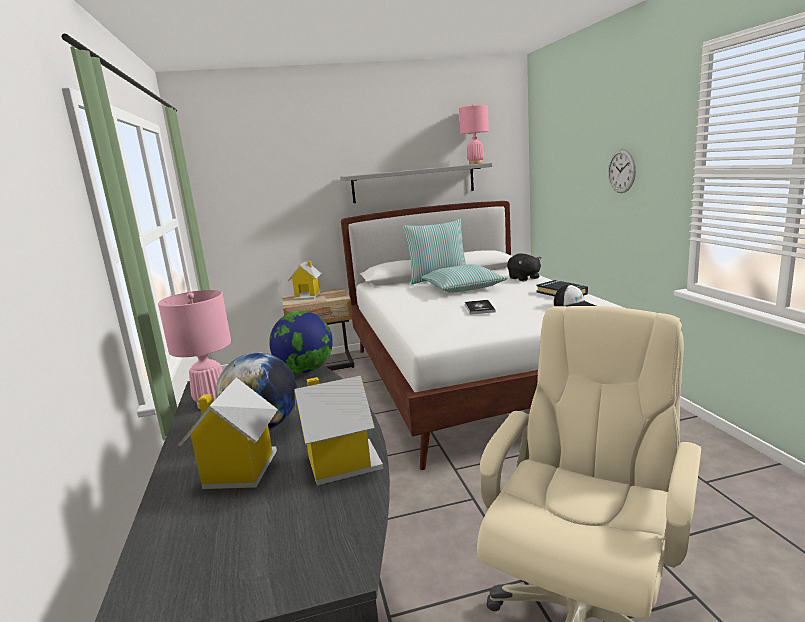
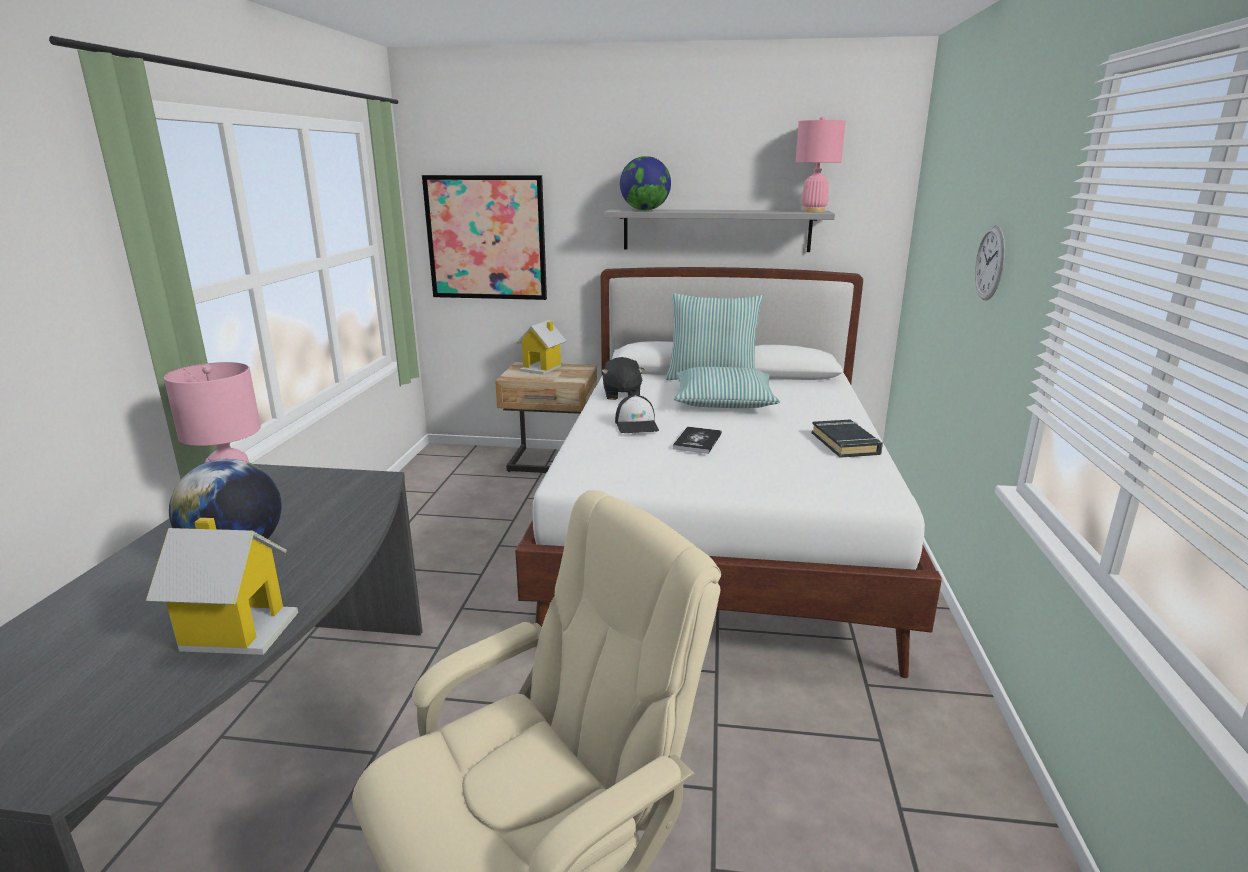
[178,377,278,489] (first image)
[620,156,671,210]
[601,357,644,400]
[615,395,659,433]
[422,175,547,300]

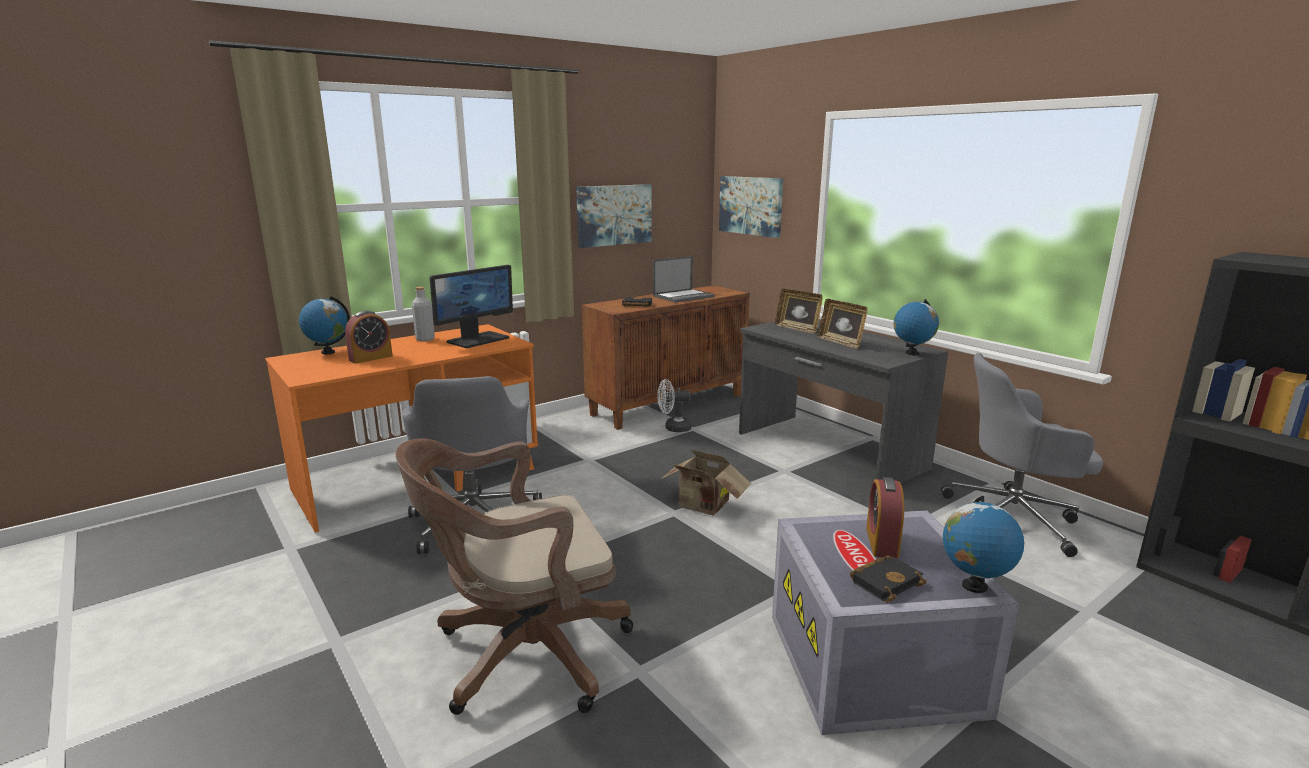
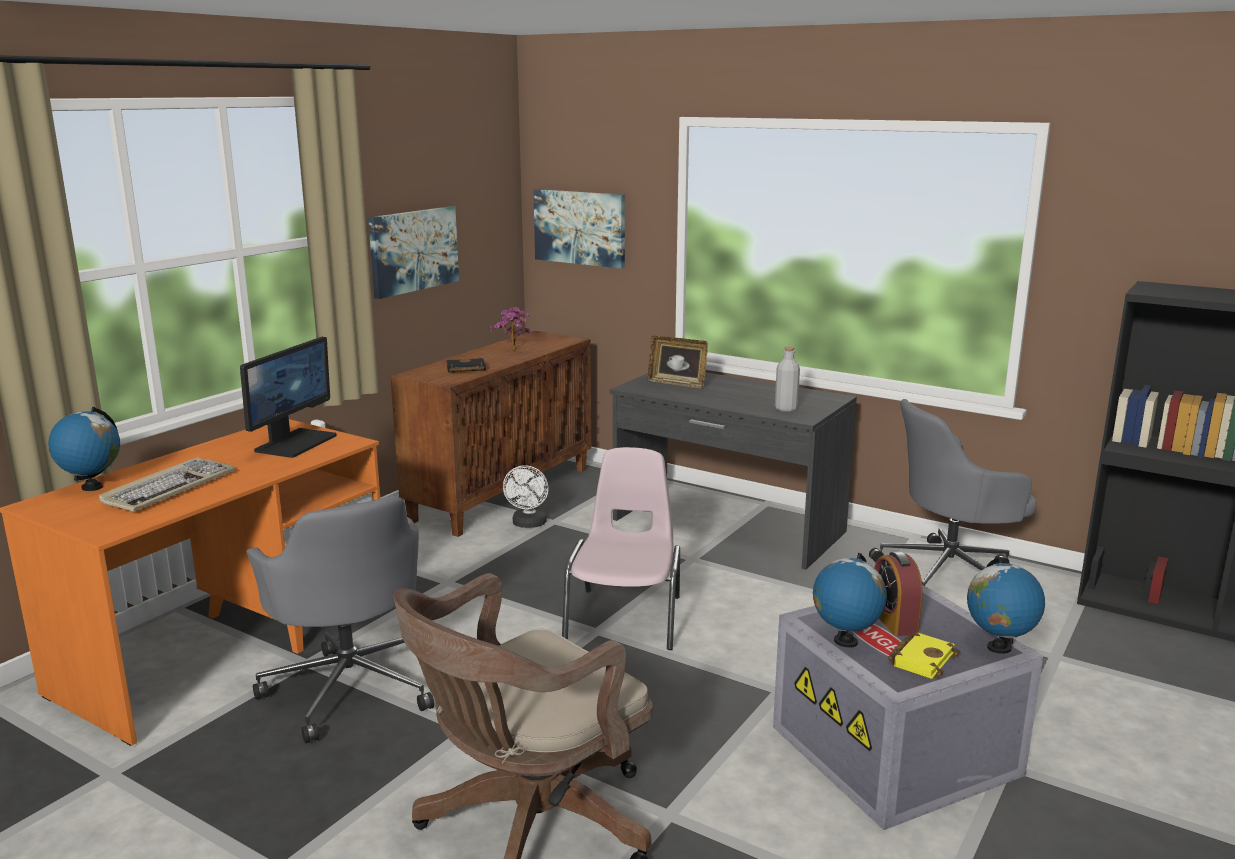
[99,457,236,512]
[775,347,800,412]
[489,307,531,351]
[503,465,549,528]
[562,447,680,650]
[818,299,867,349] (first image)
[888,632,960,679]
[813,553,887,648]

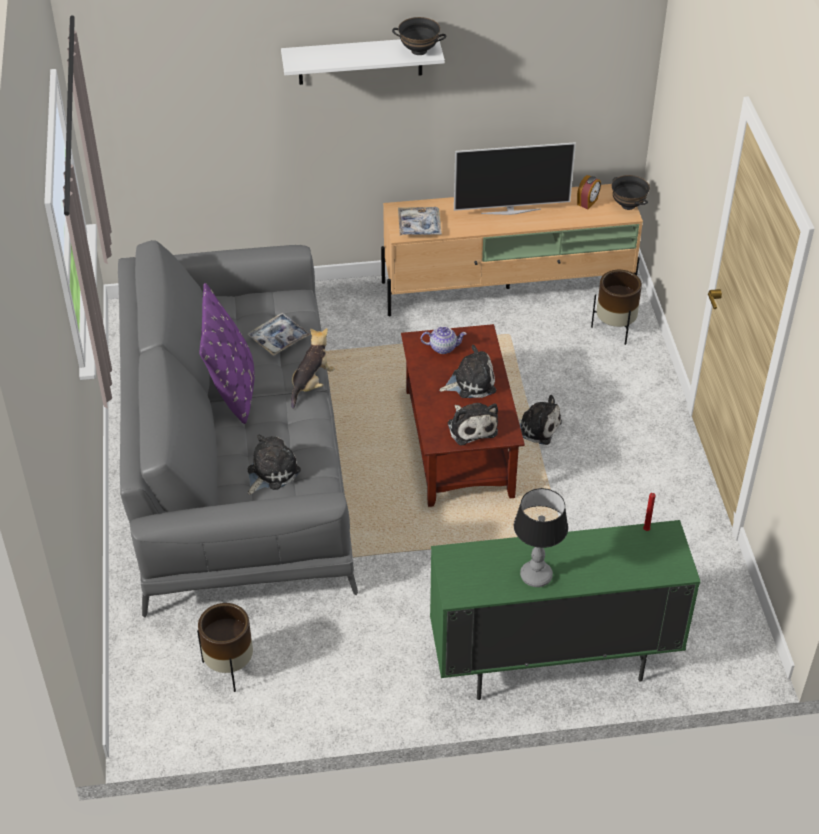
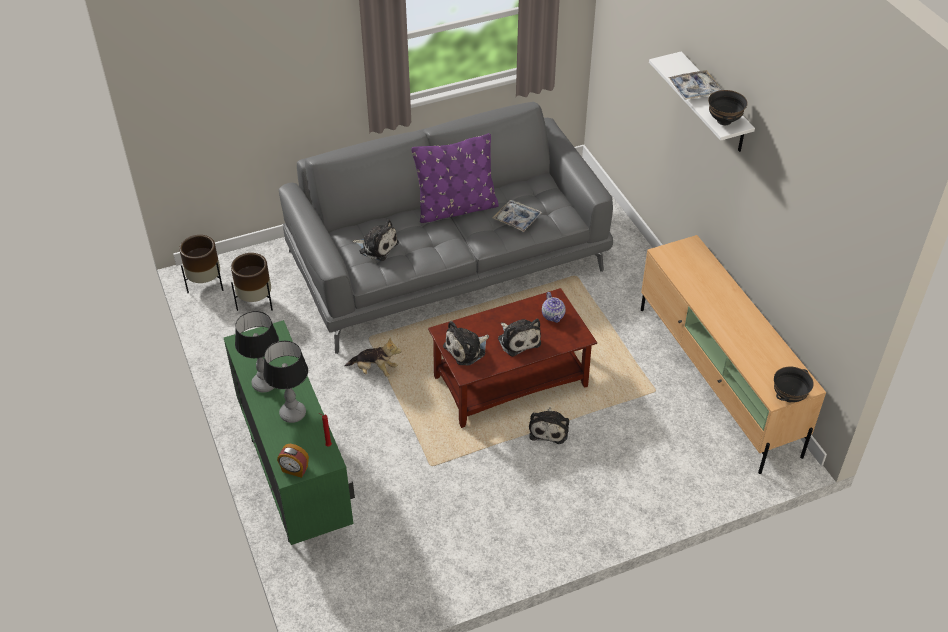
[345,337,401,377]
[668,70,722,100]
[454,142,576,215] (first image)
[277,444,309,478]
[179,235,223,293]
[263,341,308,423]

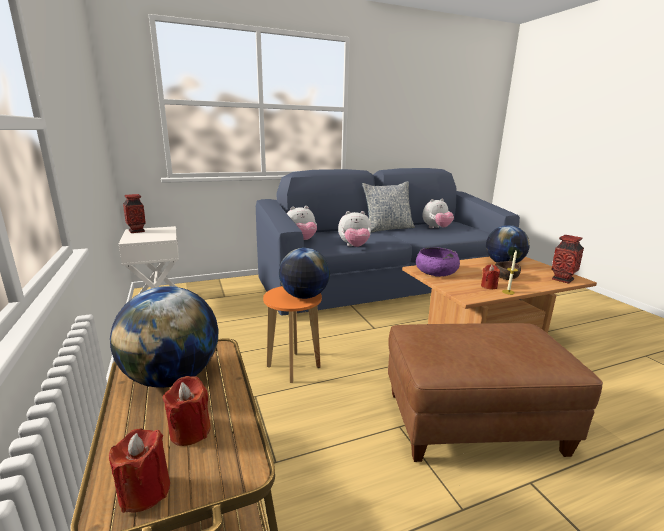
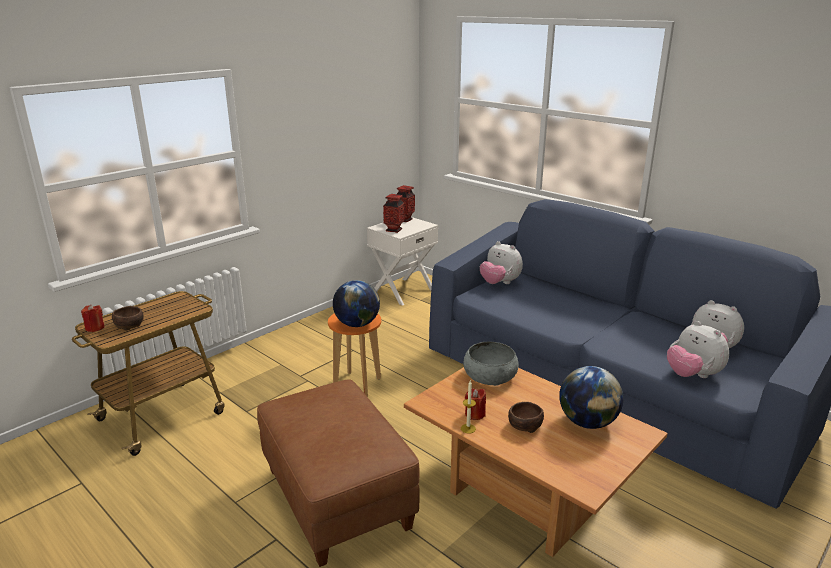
[110,286,218,388] (first image)
[112,306,144,330]
[667,321,729,378]
[362,181,415,233] (first image)
[463,342,519,386]
[383,194,404,233]

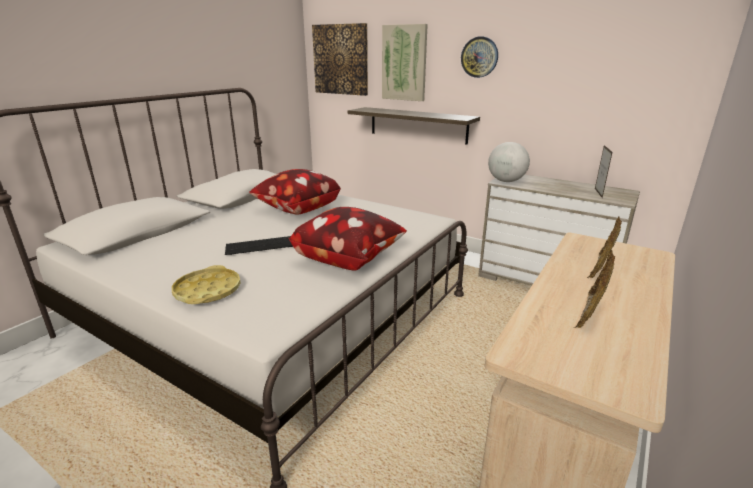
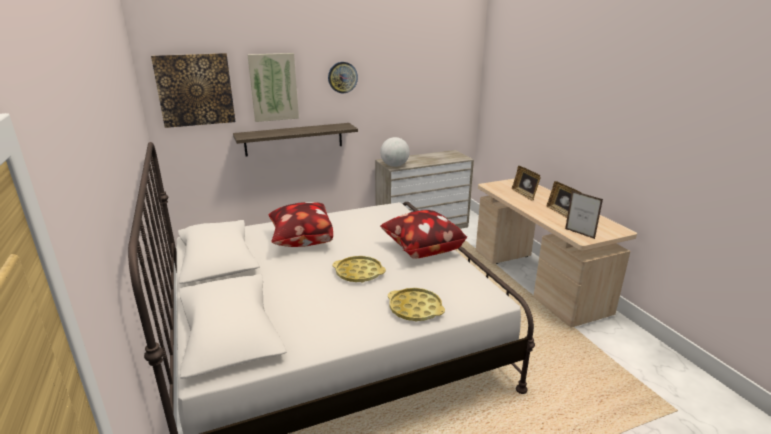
[332,256,386,283]
[565,191,603,239]

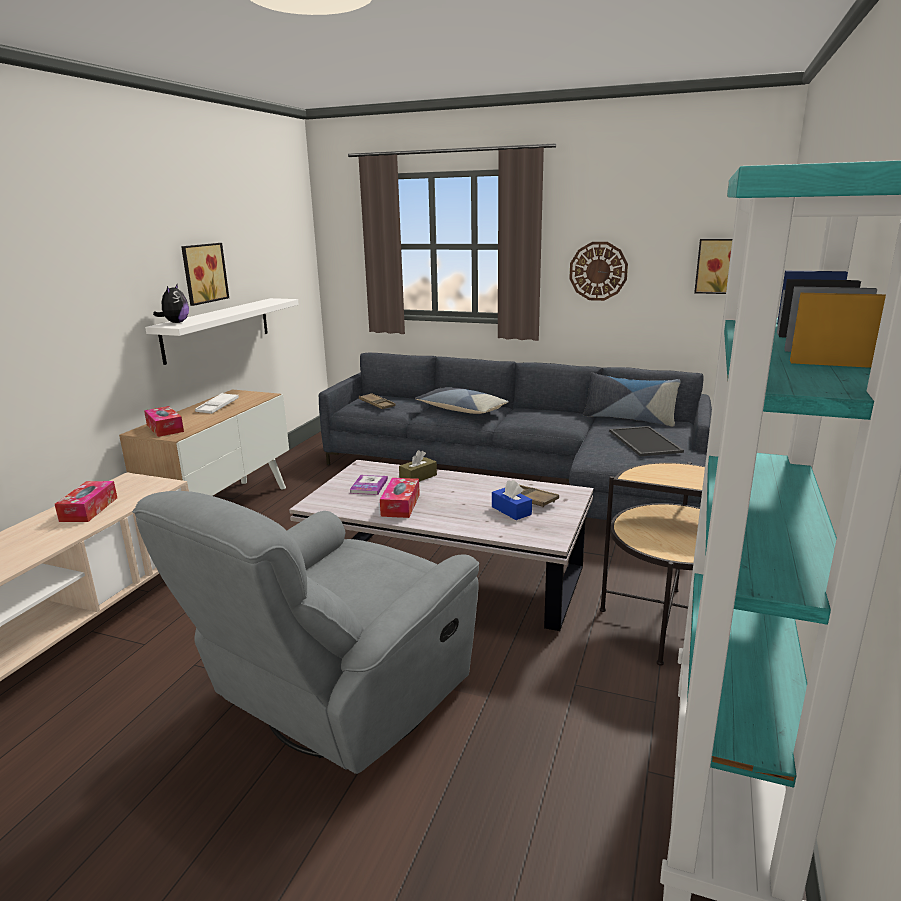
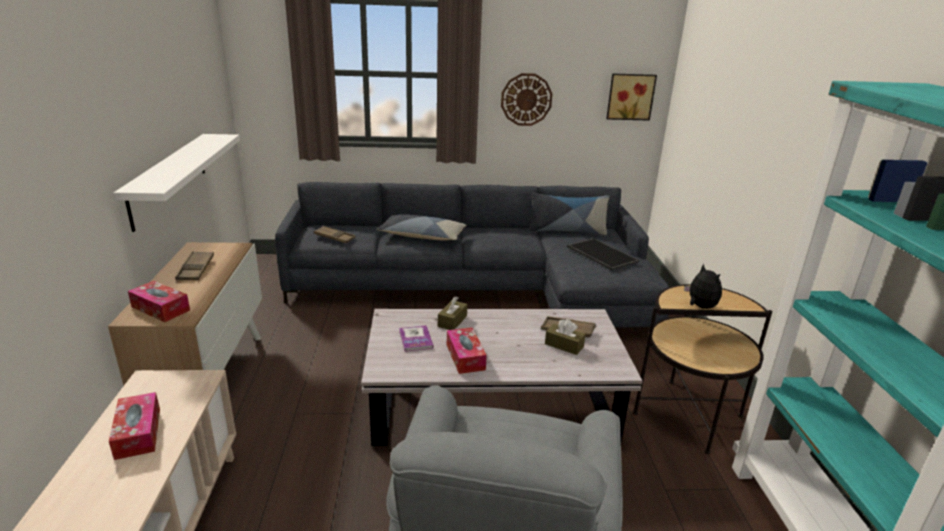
[684,263,722,309]
[181,243,229,306] (first image)
[175,251,214,280]
[545,319,586,355]

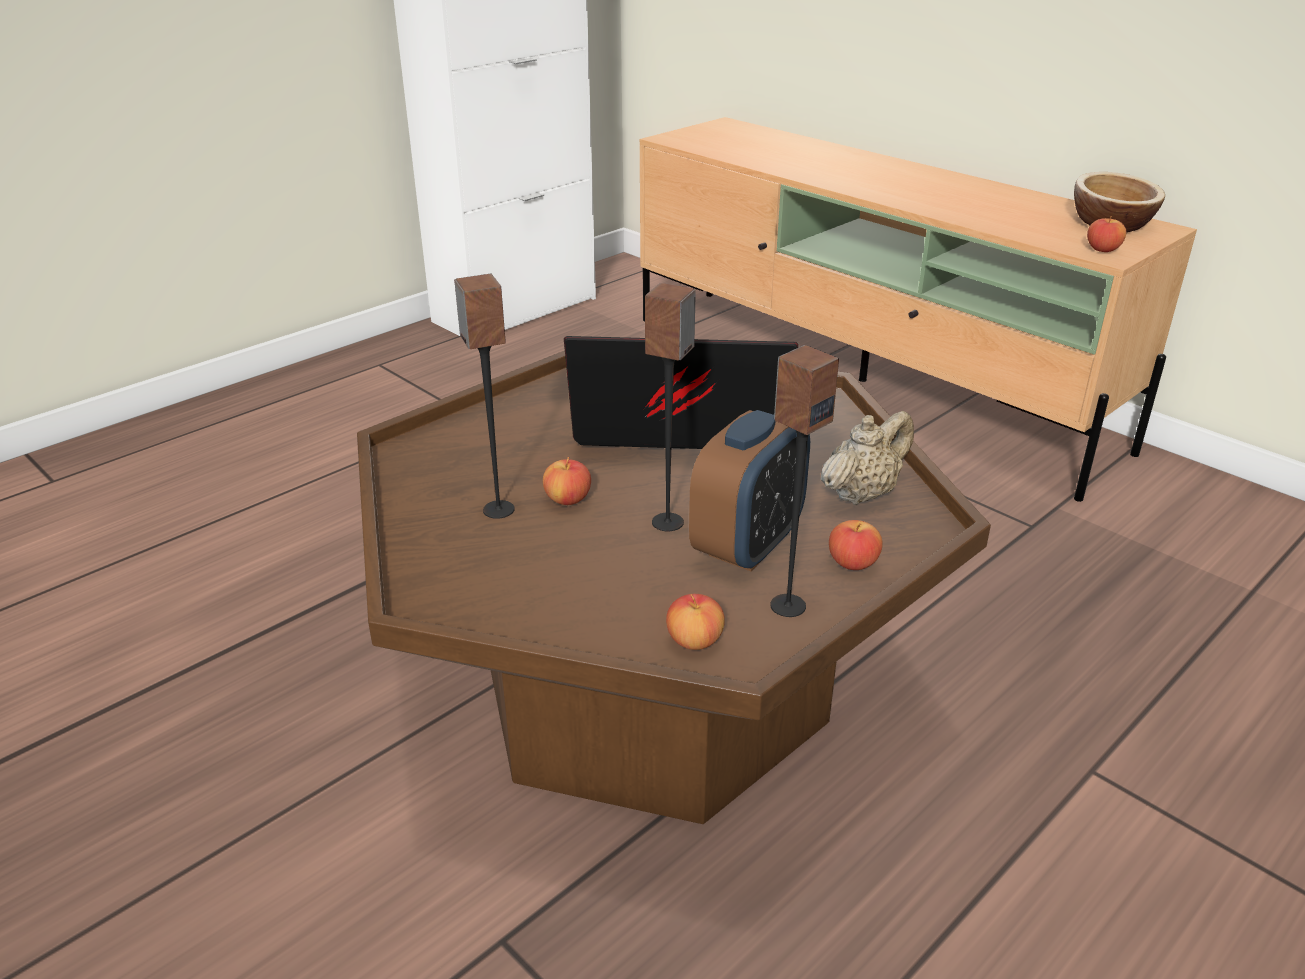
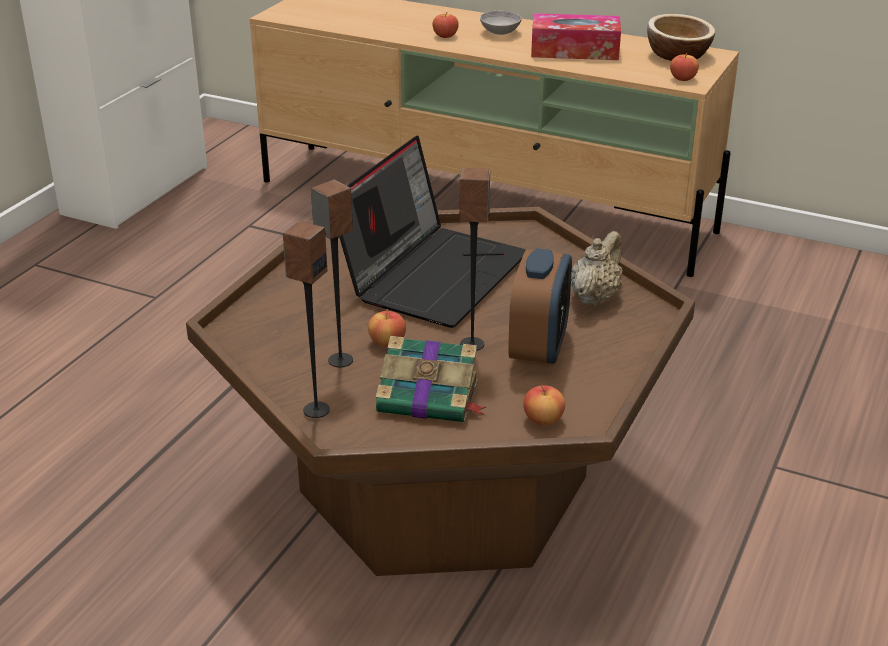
[339,136,526,328]
[283,221,330,418]
[432,12,459,38]
[376,336,487,423]
[480,11,522,35]
[531,13,621,60]

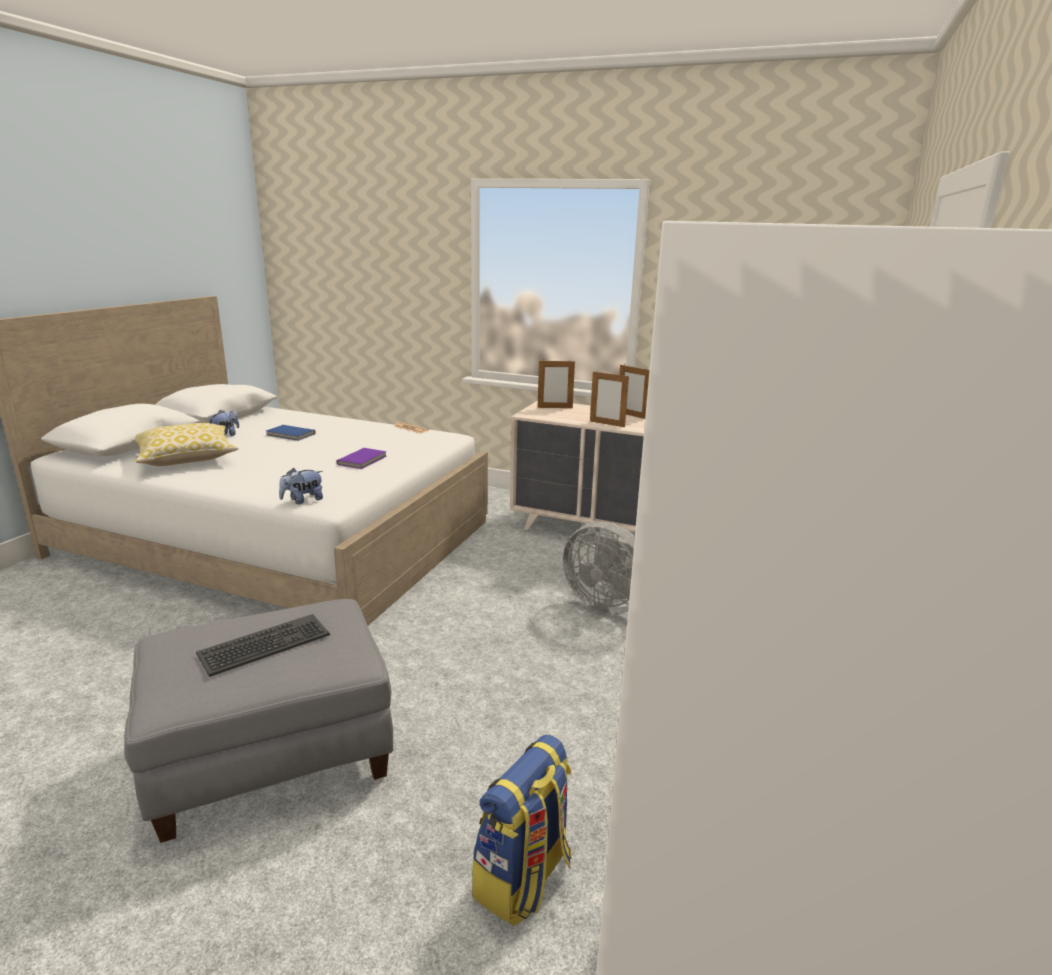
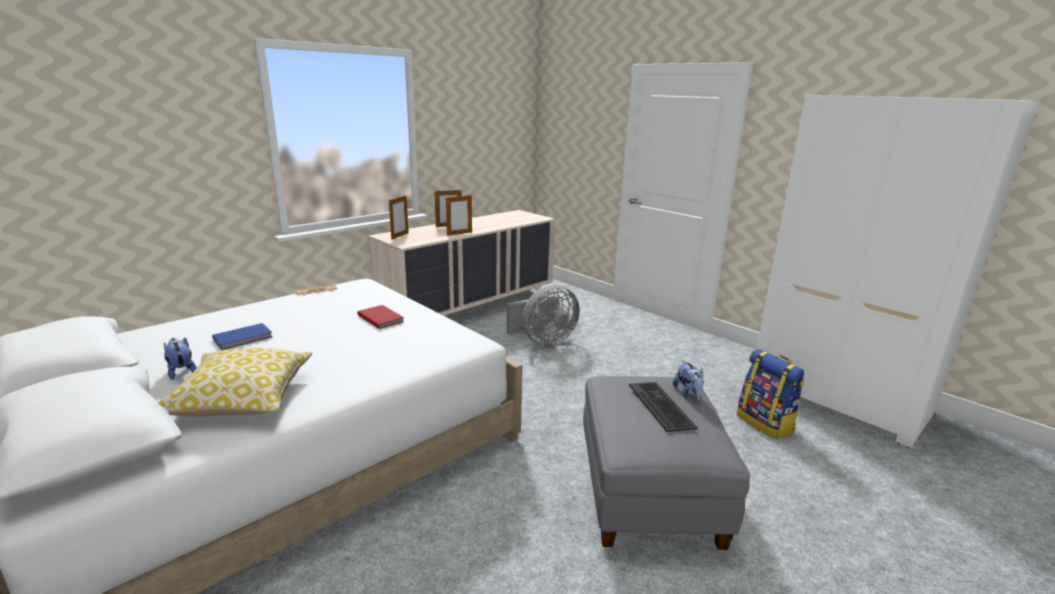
[673,360,704,400]
[357,305,404,329]

